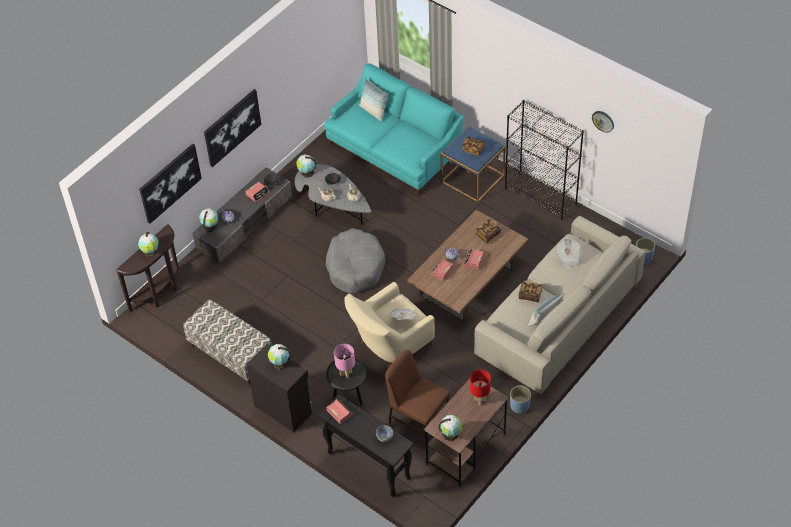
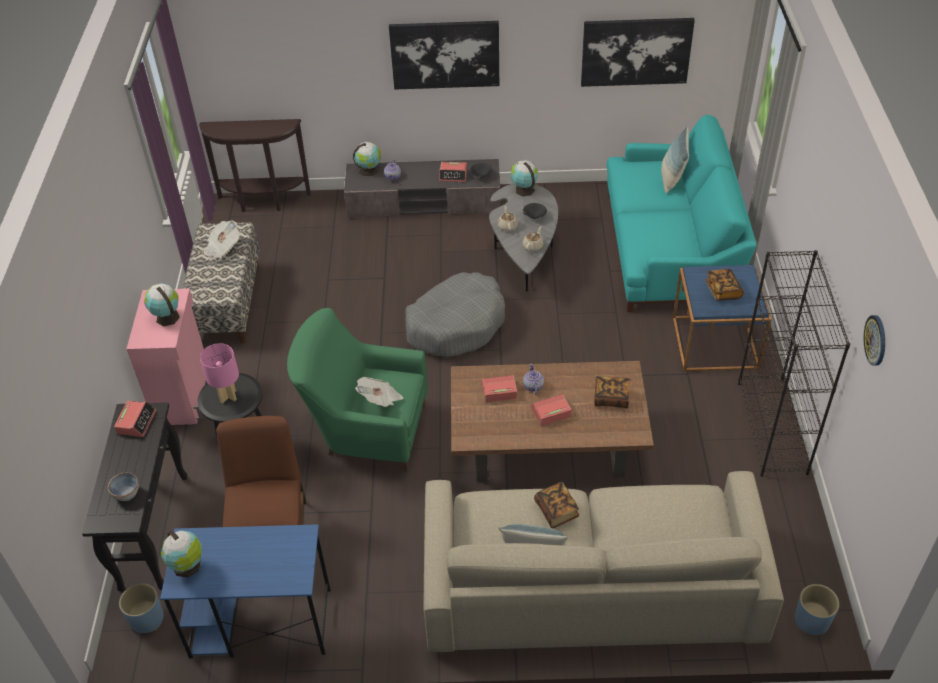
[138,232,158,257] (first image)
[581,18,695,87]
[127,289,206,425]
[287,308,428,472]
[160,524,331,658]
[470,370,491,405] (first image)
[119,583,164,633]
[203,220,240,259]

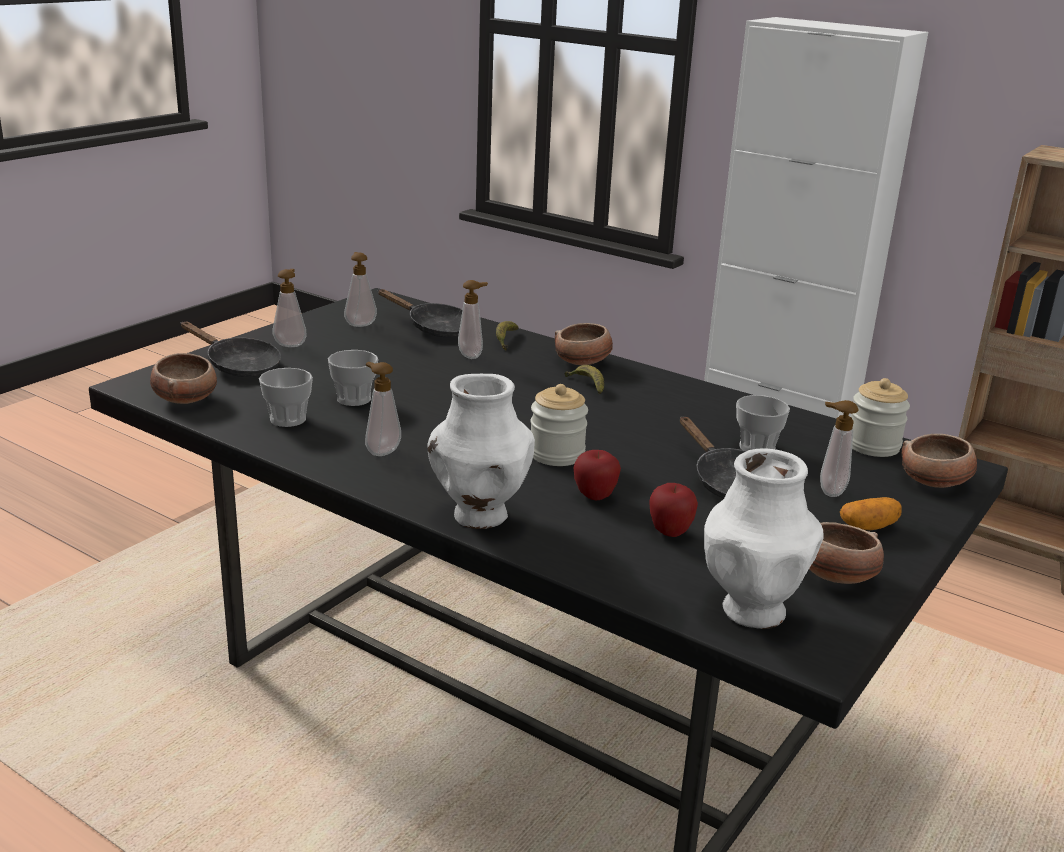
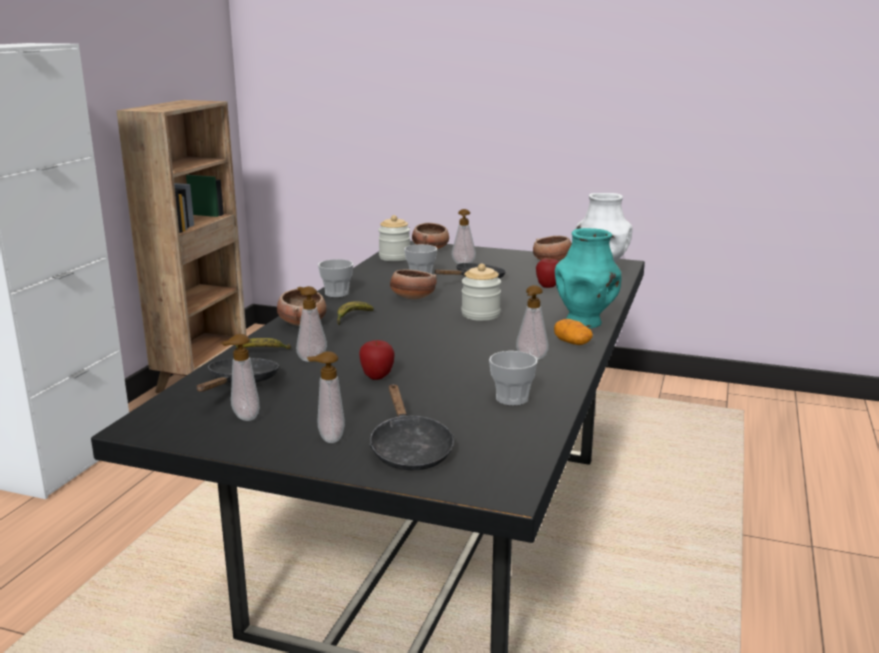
[390,269,437,299]
[369,384,454,470]
[318,259,353,297]
[555,228,621,328]
[359,340,395,380]
[554,319,593,345]

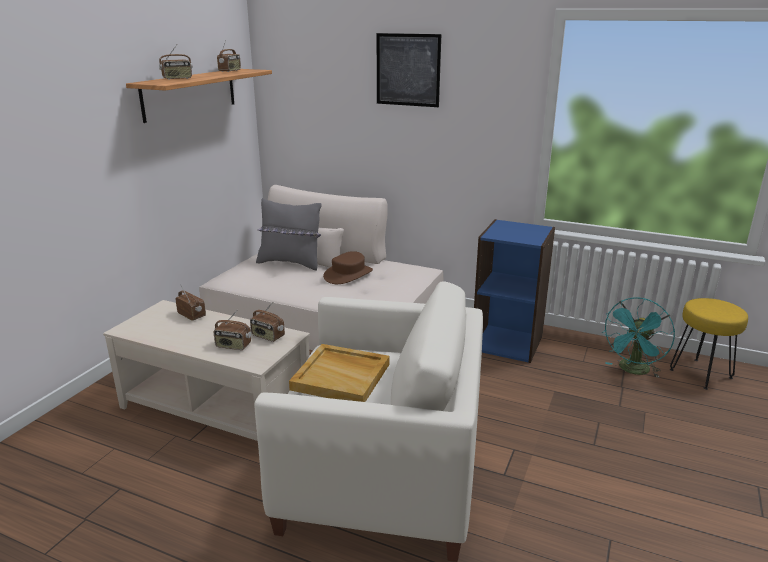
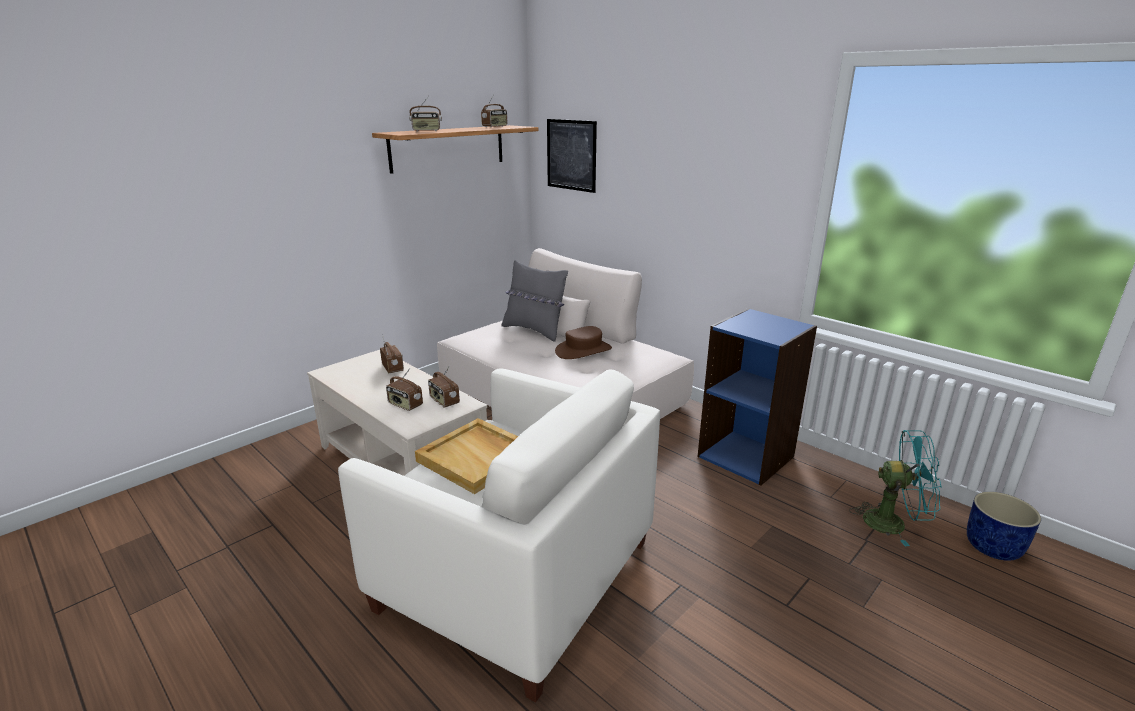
[547,119,597,193]
[849,430,942,547]
[967,492,1041,561]

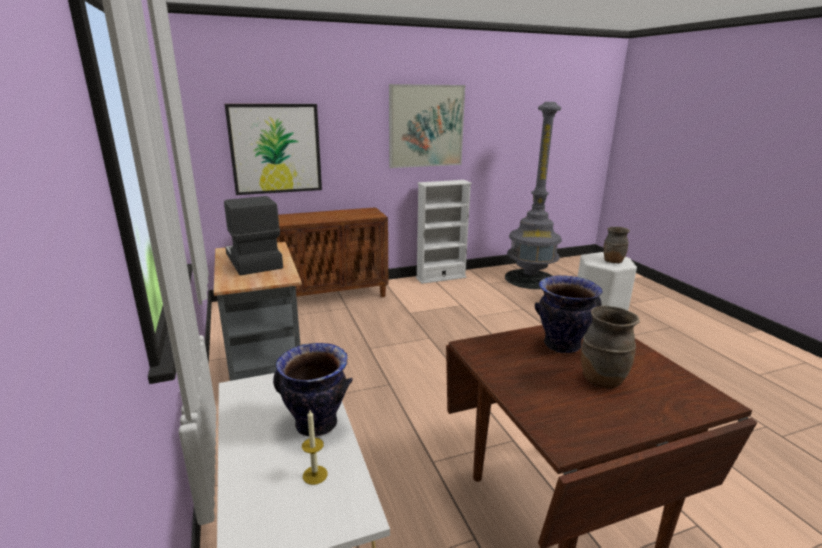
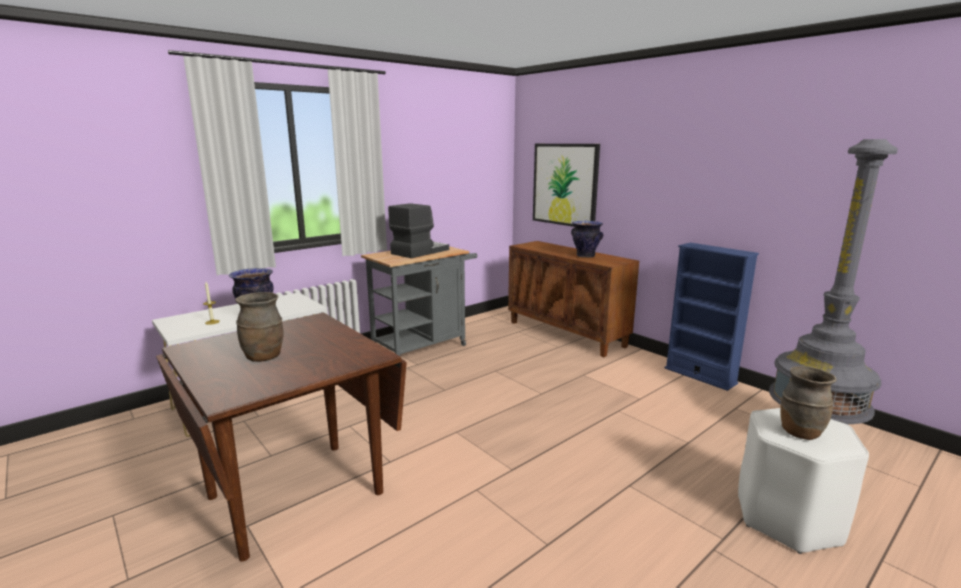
[389,84,465,168] (first image)
[665,243,759,391]
[571,221,603,258]

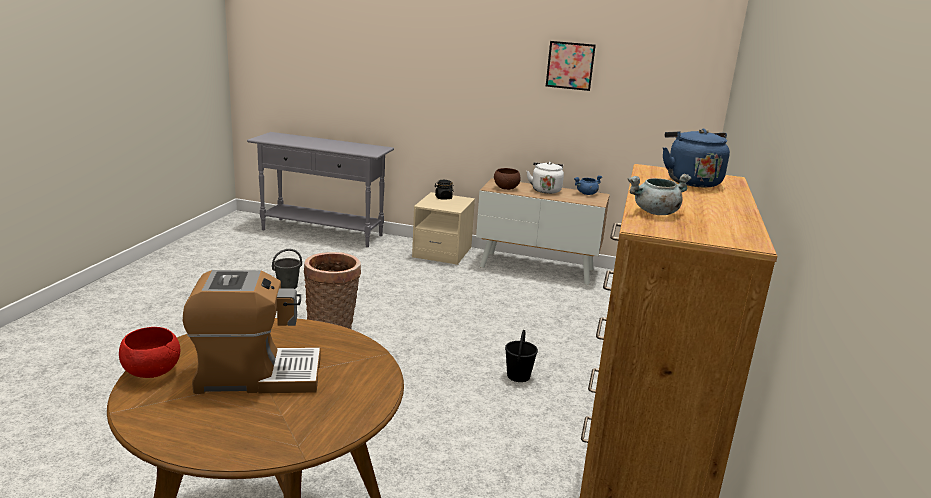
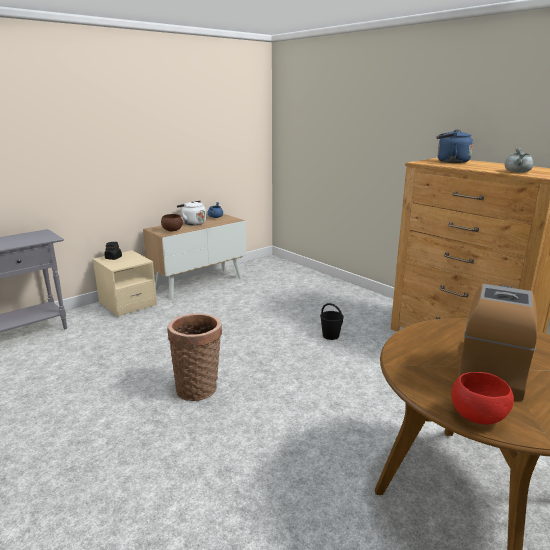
[272,249,302,289] (first image)
[546,41,596,91] (first image)

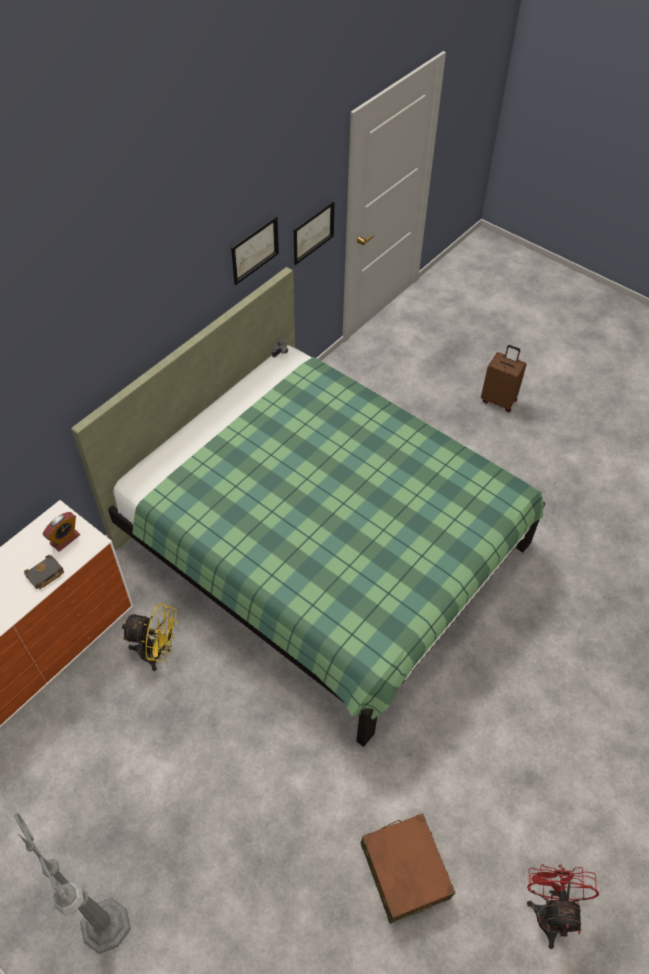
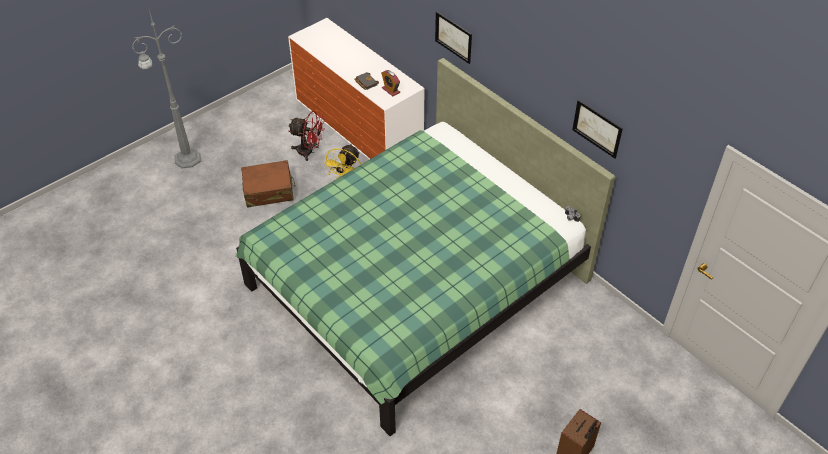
[435,12,472,64]
[241,160,296,208]
[289,111,325,161]

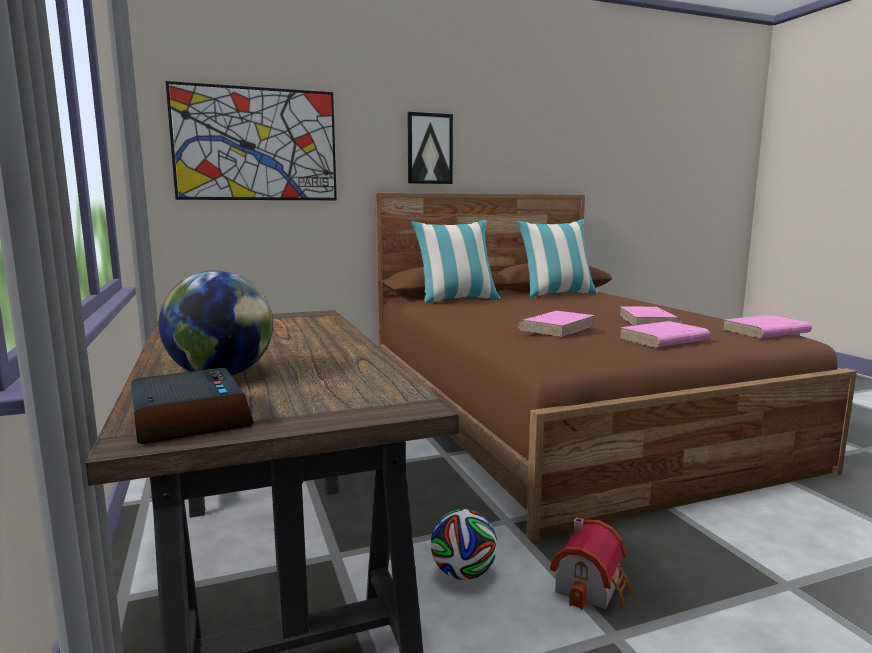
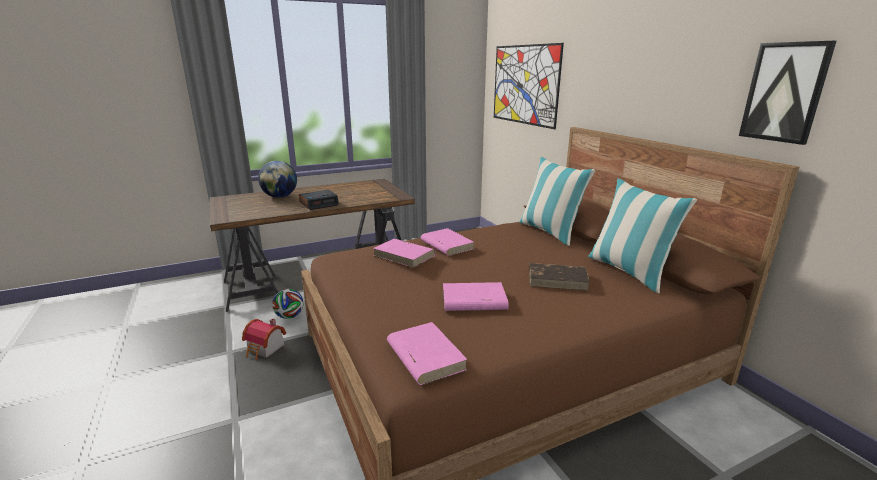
[299,190,339,210]
[739,41,836,145]
[421,228,474,256]
[529,263,590,291]

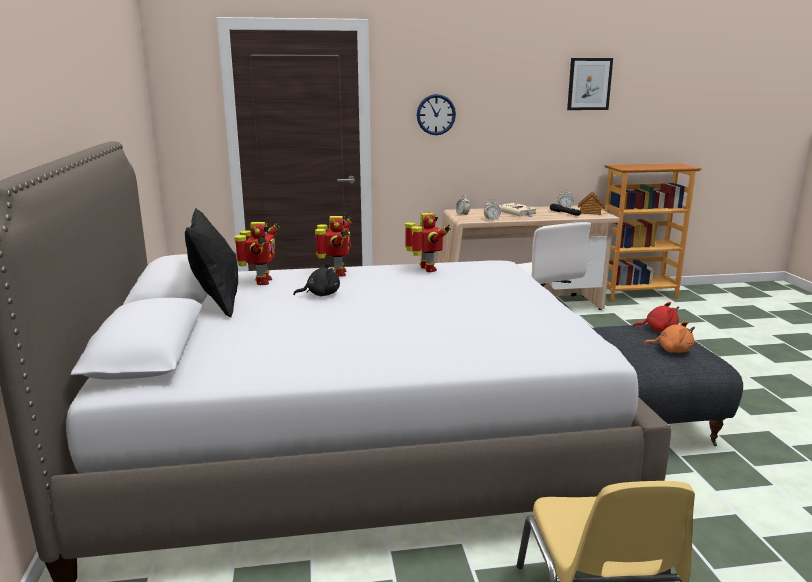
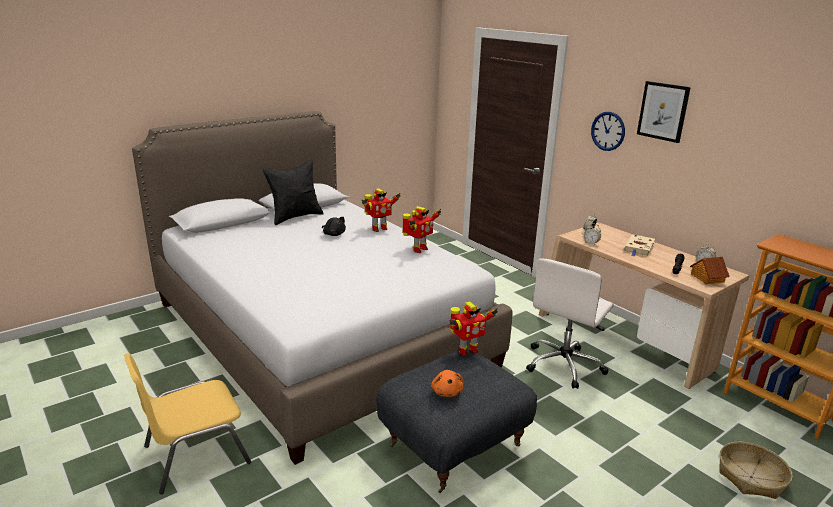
[449,301,498,356]
[637,81,691,143]
[633,302,679,332] (first image)
[719,442,793,499]

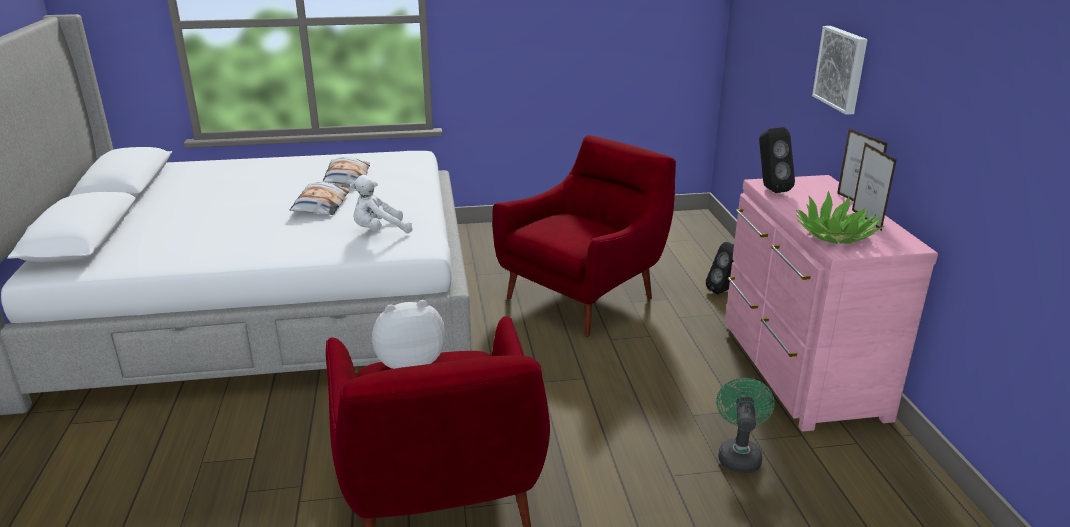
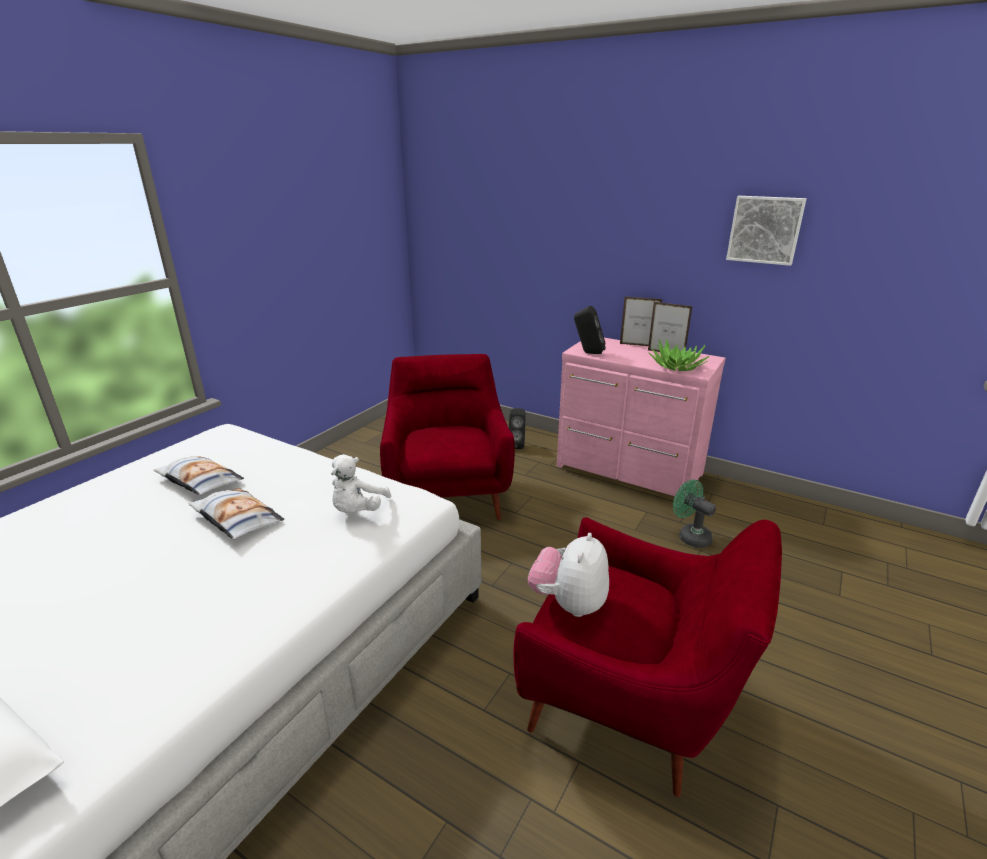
[726,196,807,266]

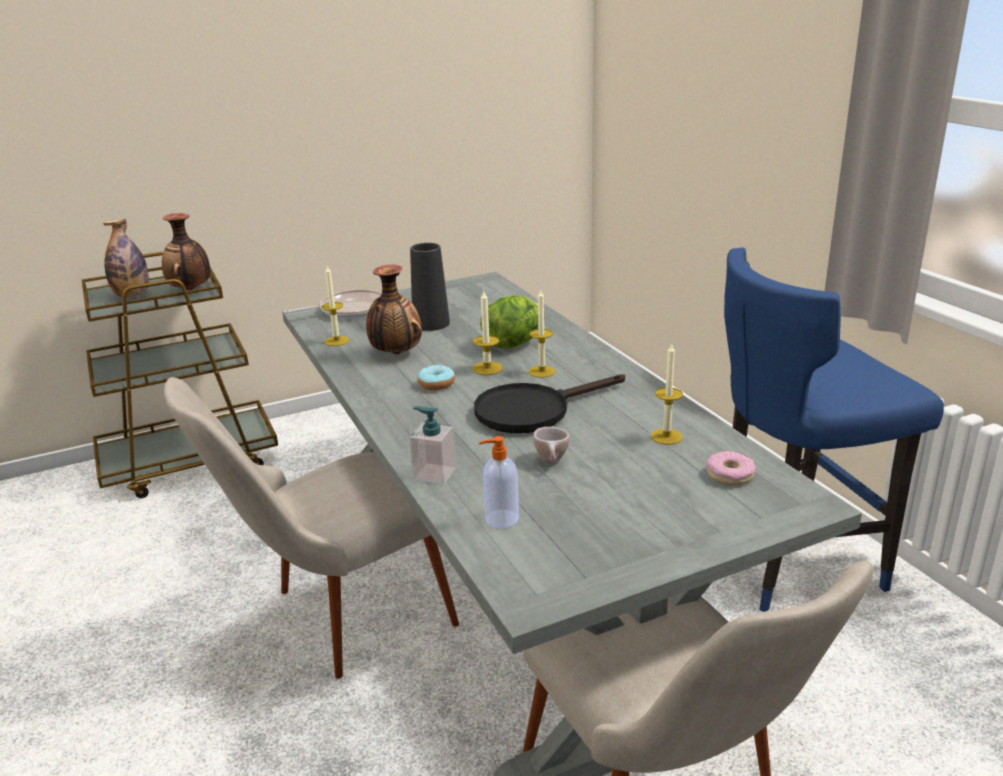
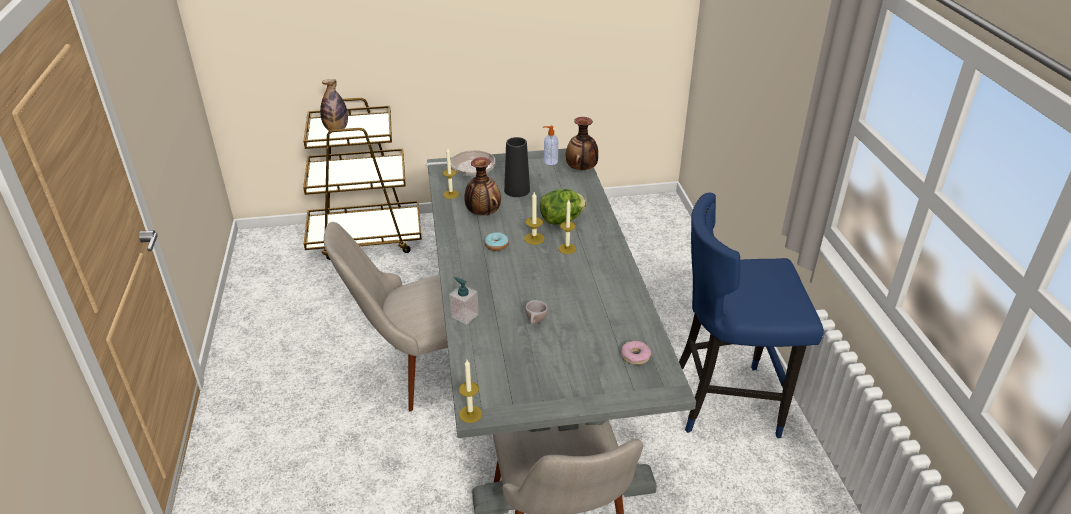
[566,117,598,170]
[474,374,625,433] (first image)
[543,126,558,165]
[459,360,482,423]

